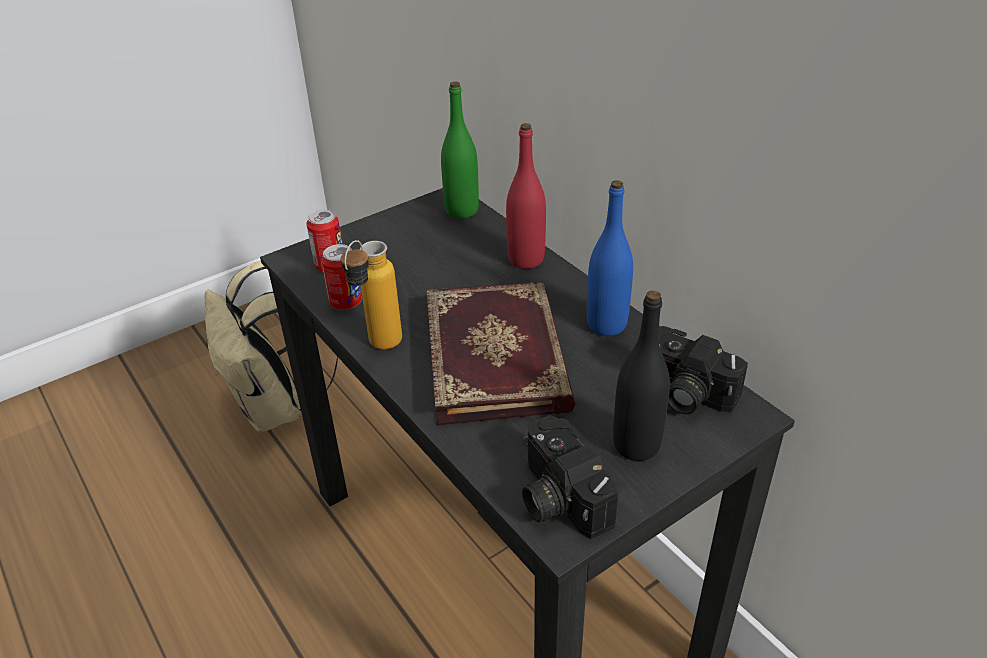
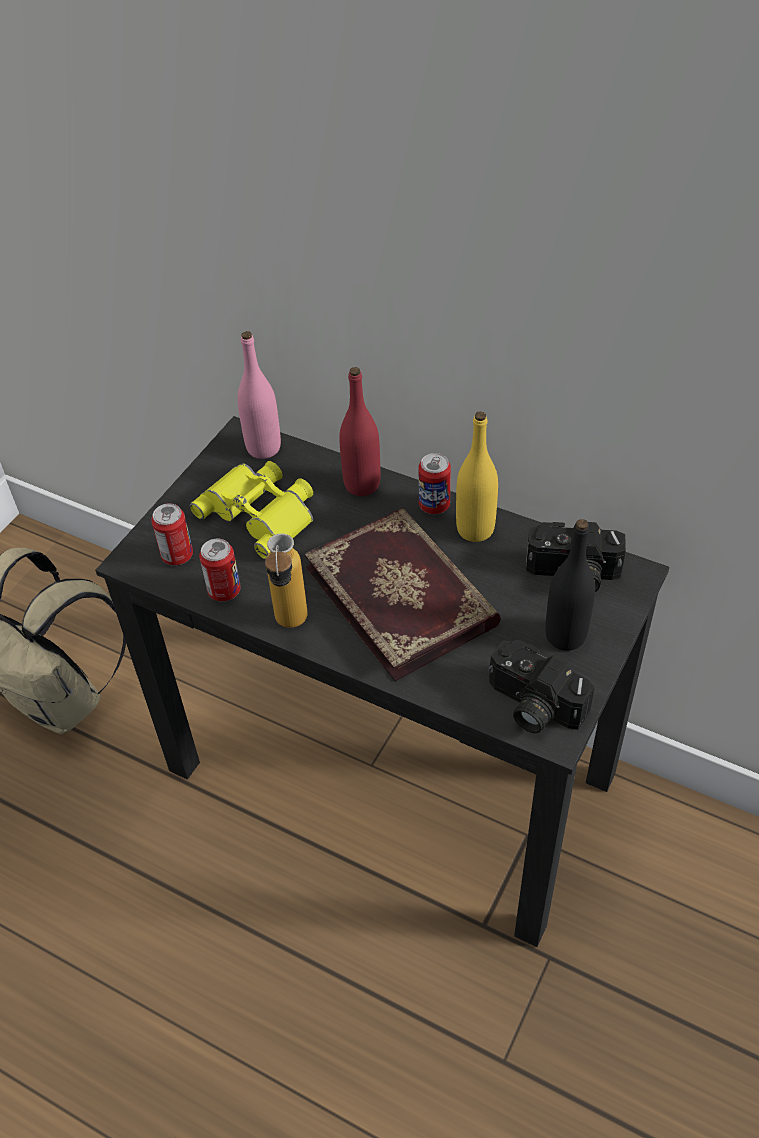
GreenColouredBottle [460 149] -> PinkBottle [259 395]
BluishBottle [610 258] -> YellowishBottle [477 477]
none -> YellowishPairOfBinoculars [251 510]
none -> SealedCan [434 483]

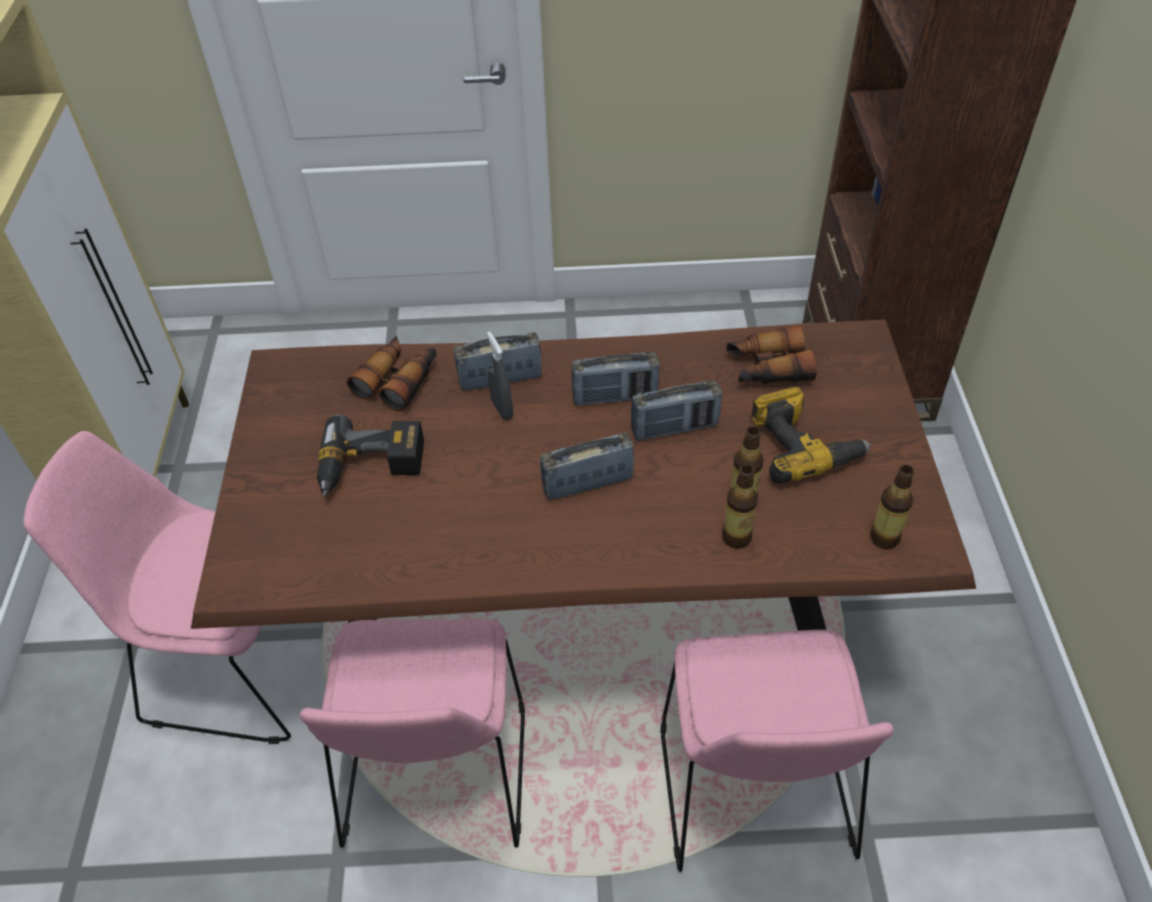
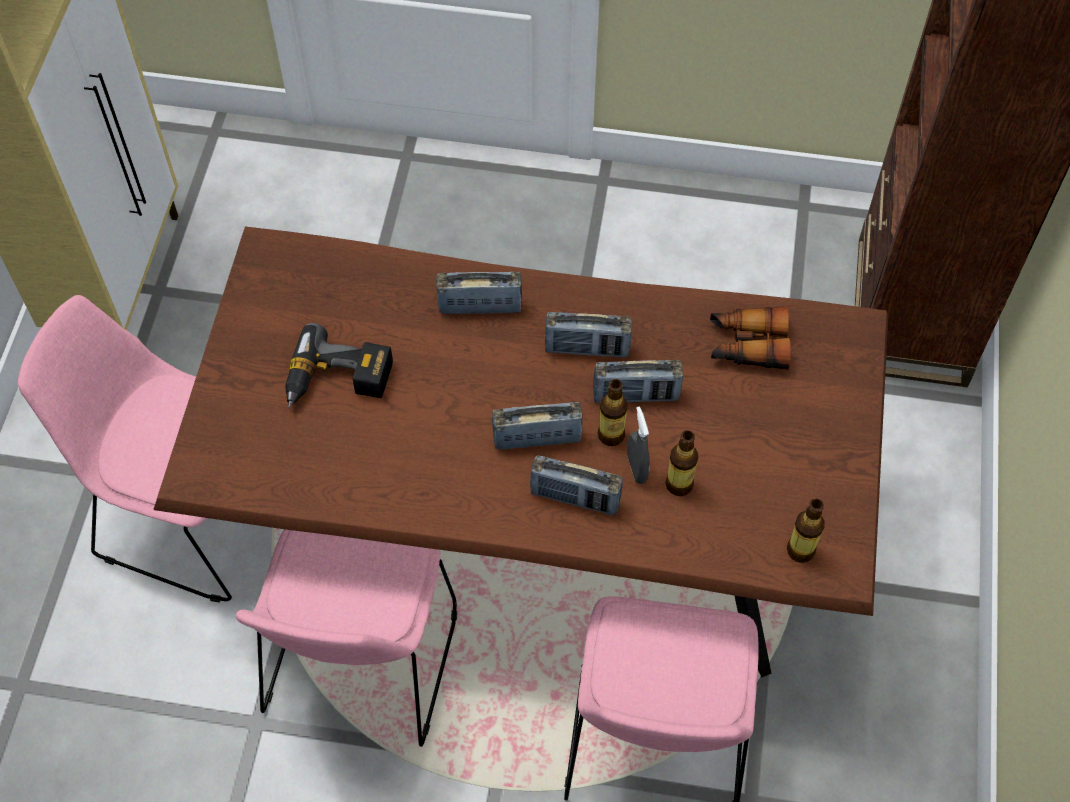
PairOfBinoculars [392 373] -> none
GraySprayer [500 375] -> GraySprayer [638 445], relocated
Bottle [740 507] -> Bottle [612 412], relocated
PowerDrill [811 435] -> none
none -> RadioSet [576 485]

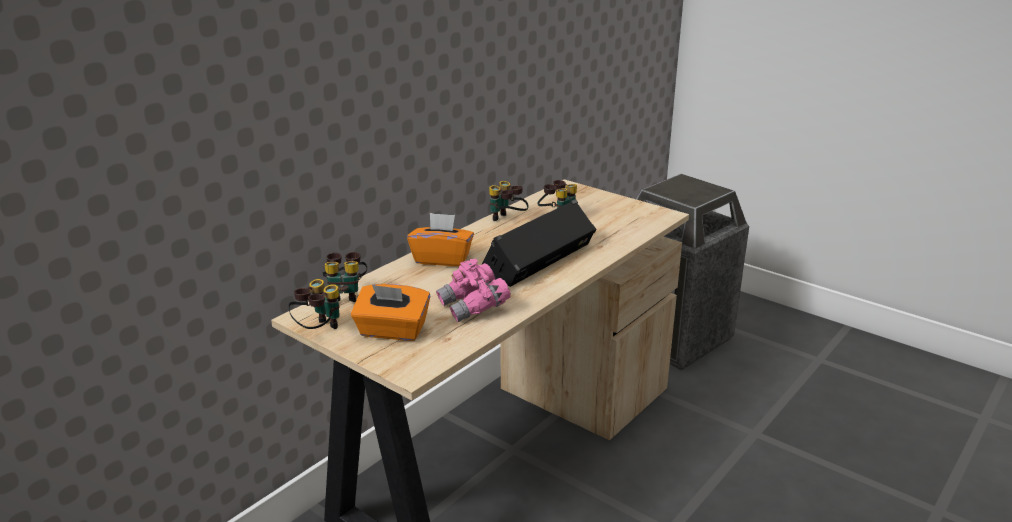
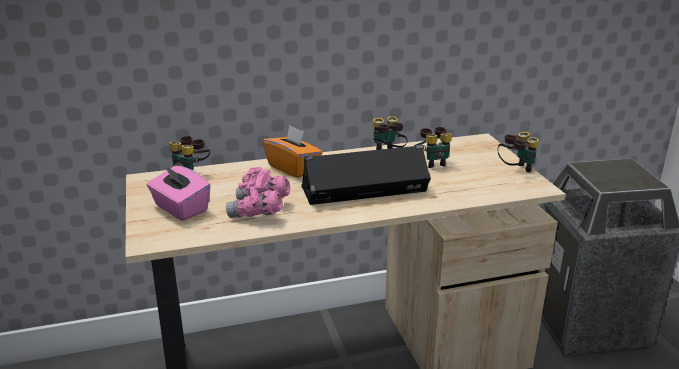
PairOfBinoculars [314 304] -> PairOfBinoculars [518 152], relocated
OrangeyTissueHolder [390 312] -> PinkTissueHolder [179 193]

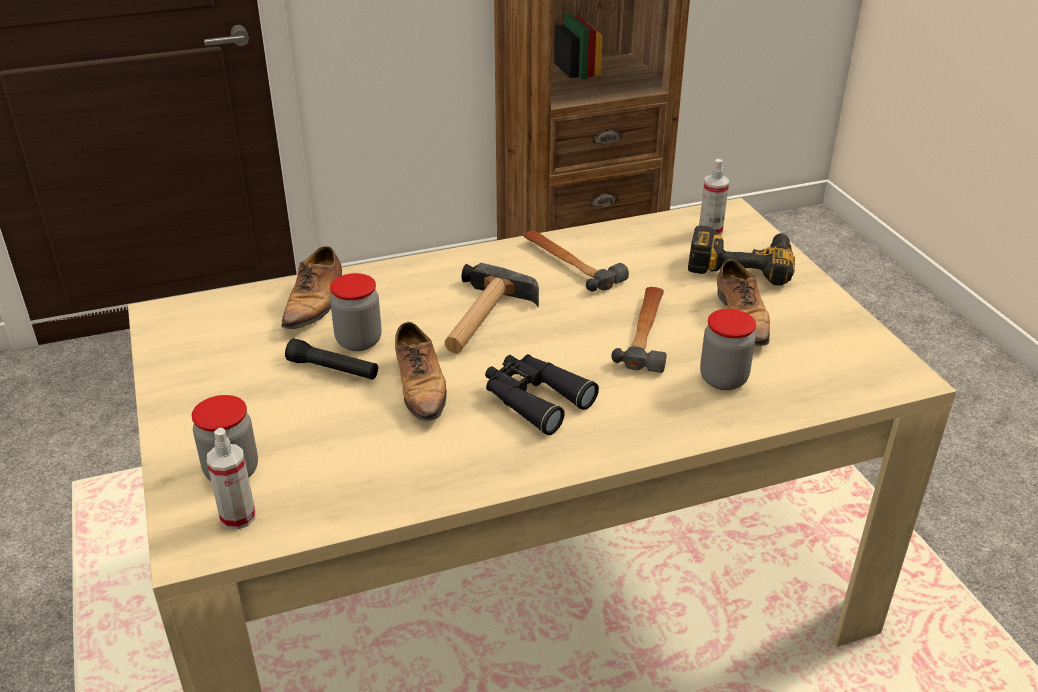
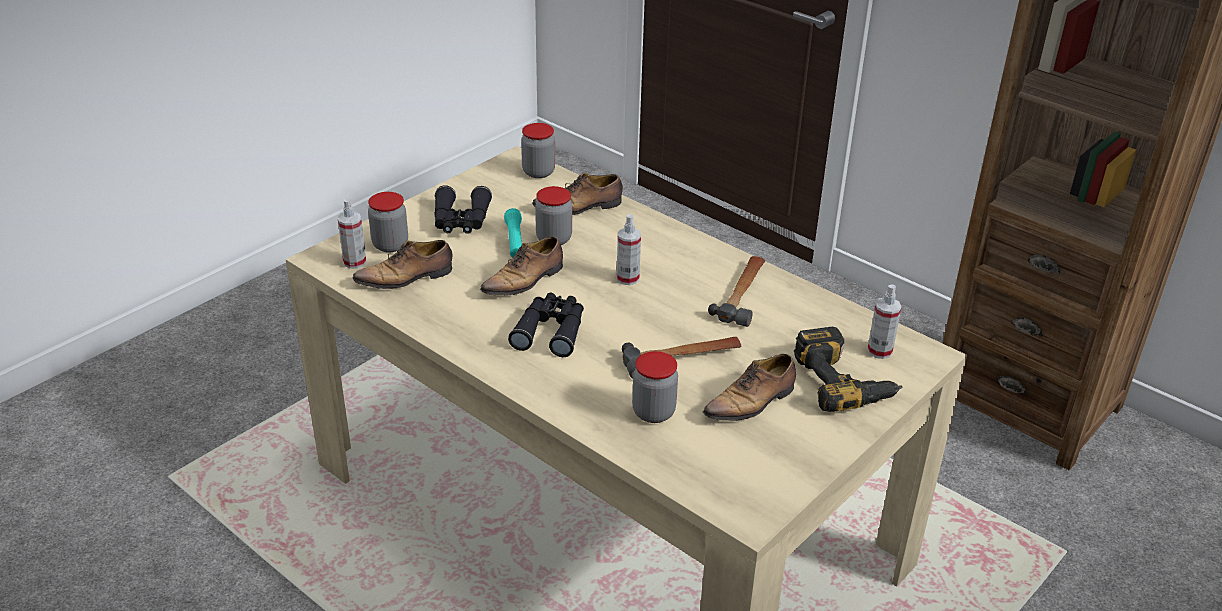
BlackColouredFlashlight [331 359] -> TurquoiseFlashlight [513 233]
Hammer [492 308] -> Sprayer [629 249]
none -> LowShoe [402 264]
none -> BlackColouredPairOfBinoculars [463 209]
none -> StorageJar [538 150]

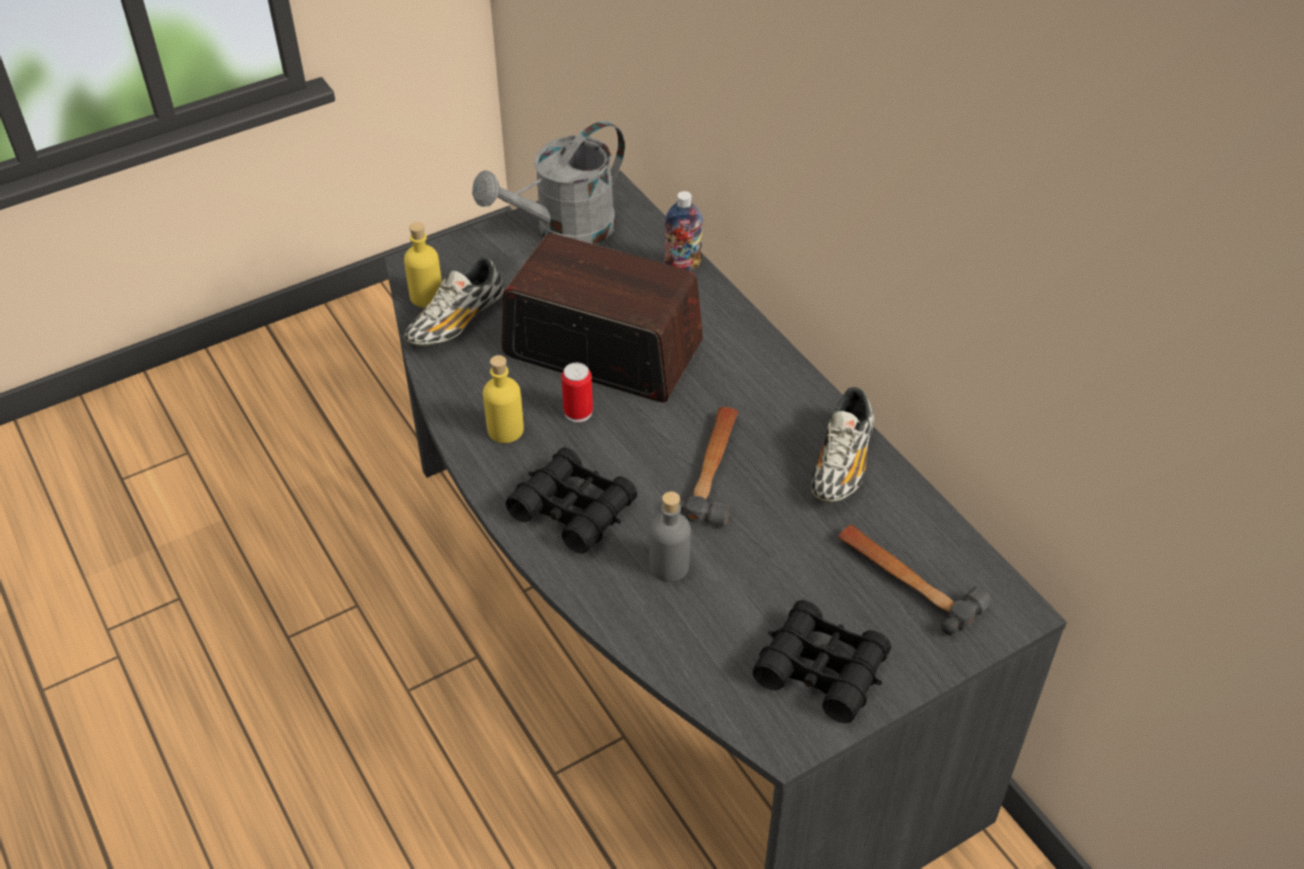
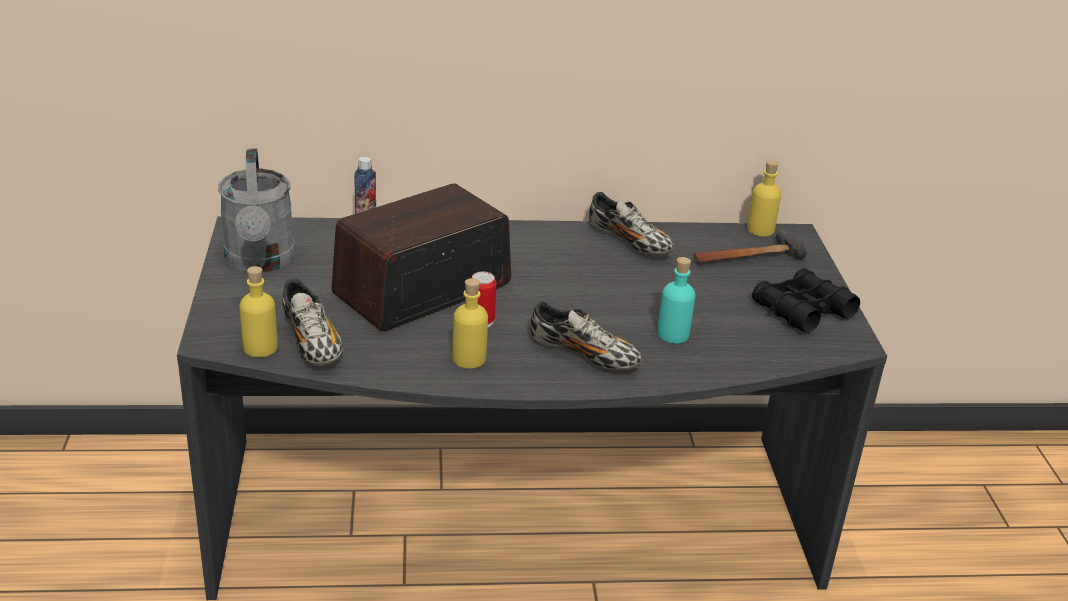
BlackColouredPairOfBinoculars [572 500] -> LowShoe [586 335]
GrayBottle [670 537] -> TurquoiseBottle [676 300]
Hammer [708 467] -> none
none -> YellowishBottle [764 198]

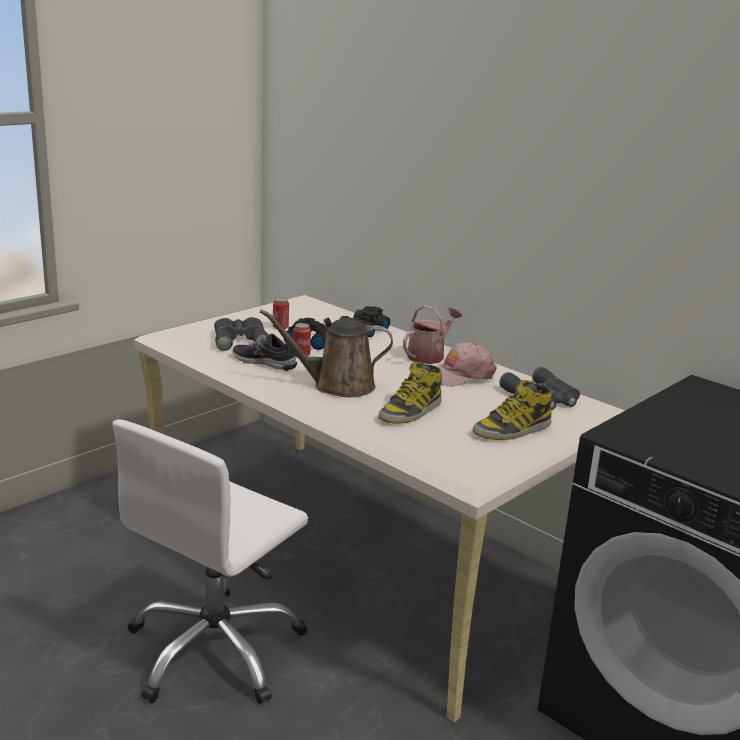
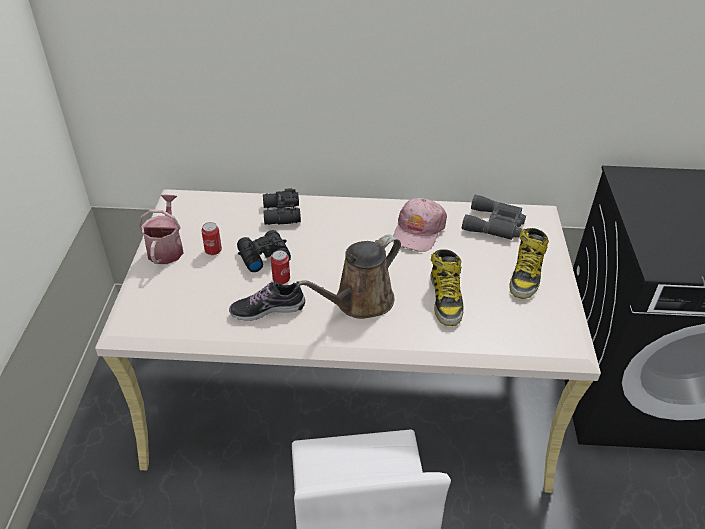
GrayPairOfBinoculars [241 334] -> none
WateringPot [432 334] -> WateringPot [161 229], relocated

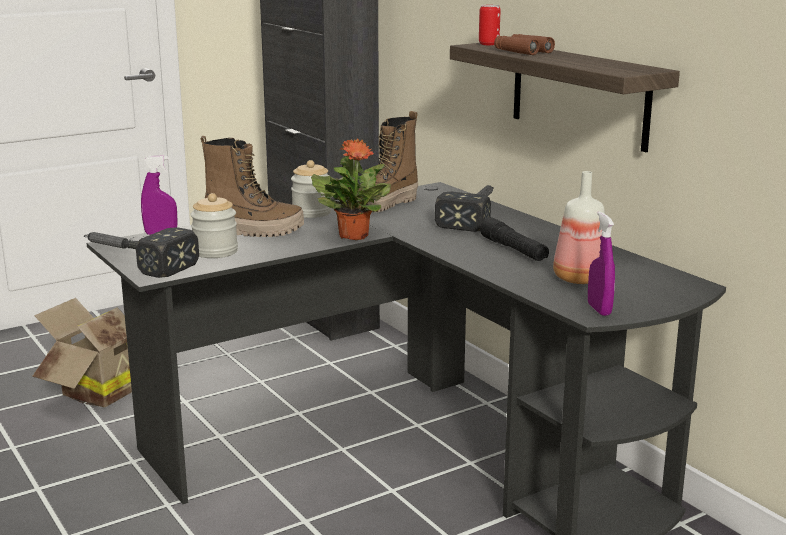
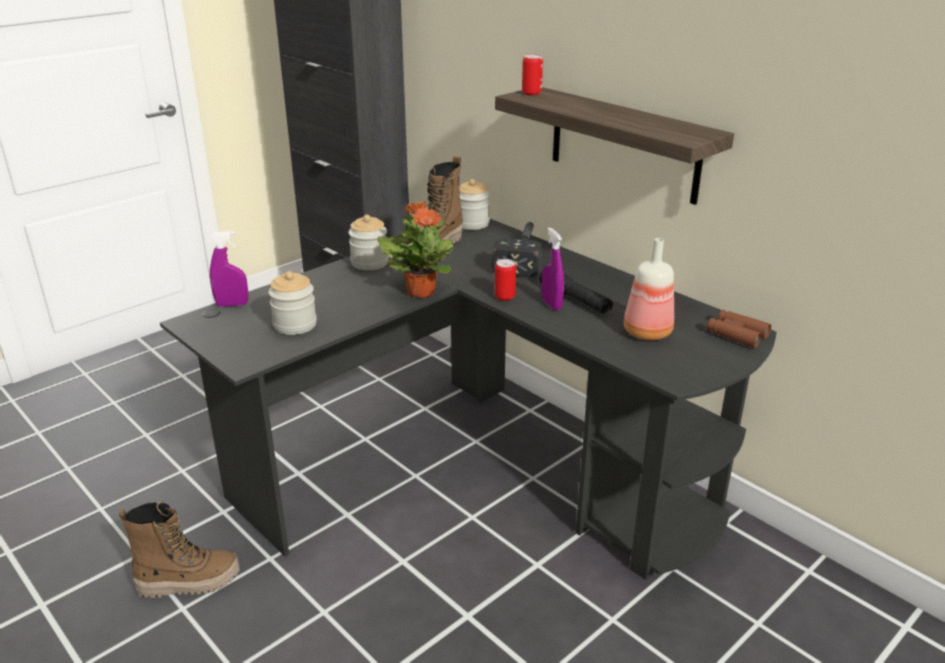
CardboardBox [82 352] -> none
Hammer [141 252] -> none
Boot [252 186] -> Boot [179 549], relocated
BrownPairOfBinoculars [524 44] -> BrownPairOfBinoculars [739 329], relocated
PurpleColouredSprayer [601 264] -> PurpleColouredSprayer [552 268], relocated
none -> StorageJar [474 204]
none -> SealedCan [505 280]

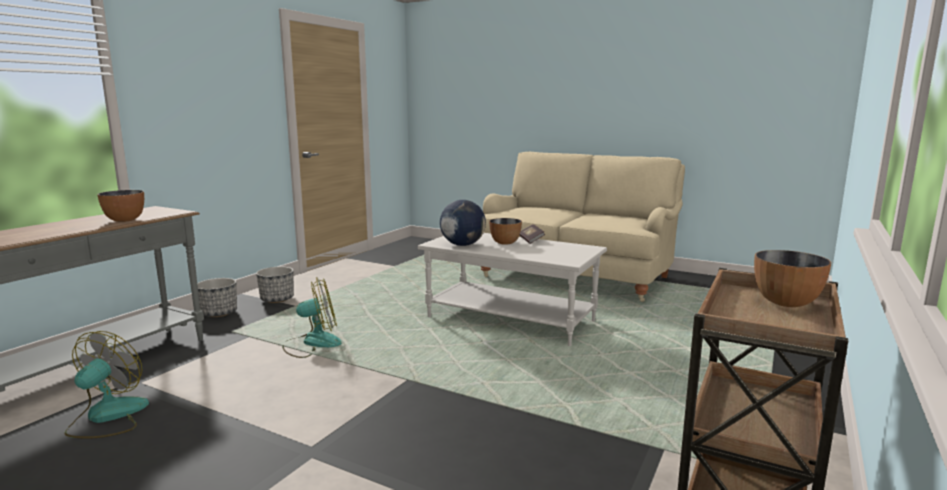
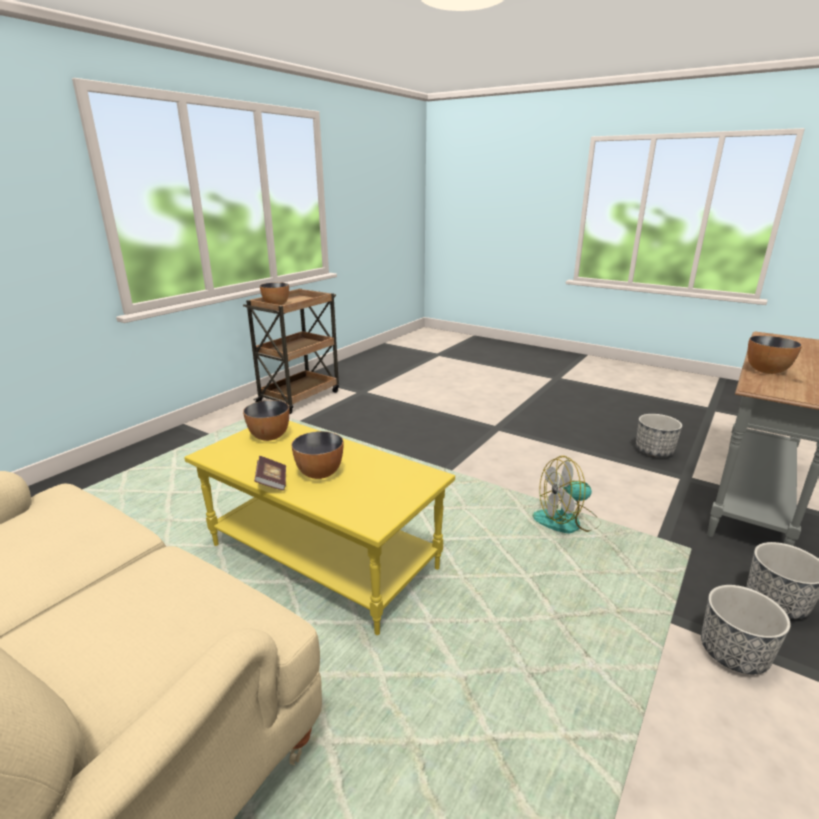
ElectricFan [106 384] -> Planter [659 435]
WhiteLowTable [512 289] -> YellowishLowTable [319 528]
DeskGlobe [463 223] -> none
none -> Bowl [266 420]

